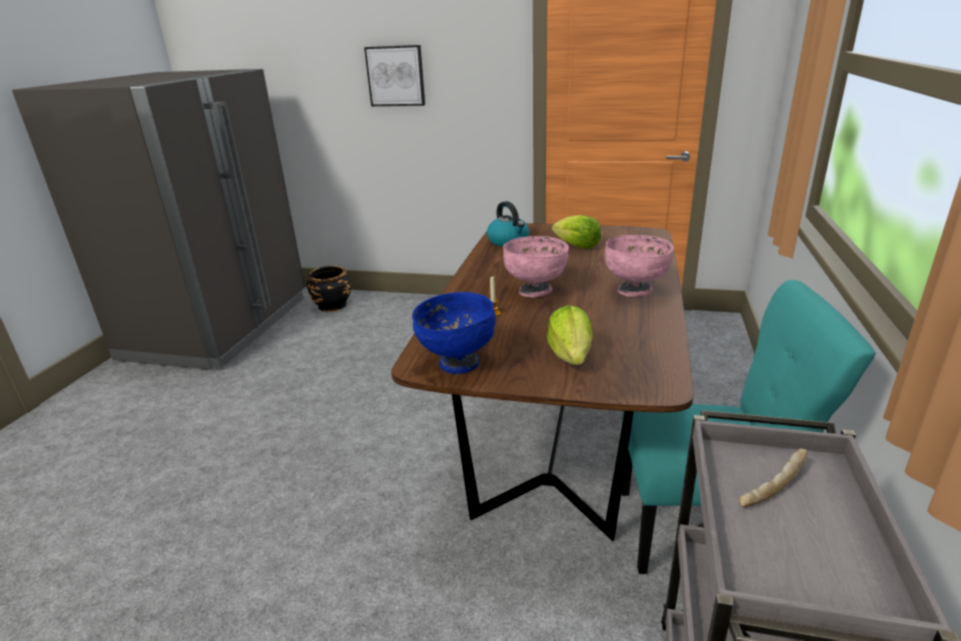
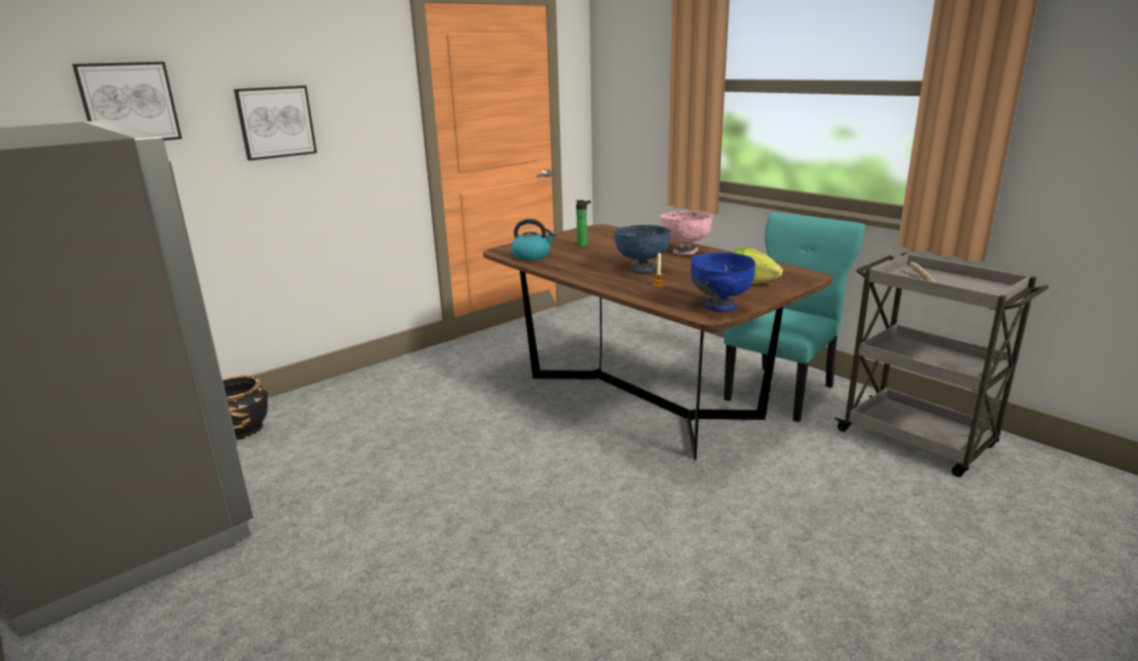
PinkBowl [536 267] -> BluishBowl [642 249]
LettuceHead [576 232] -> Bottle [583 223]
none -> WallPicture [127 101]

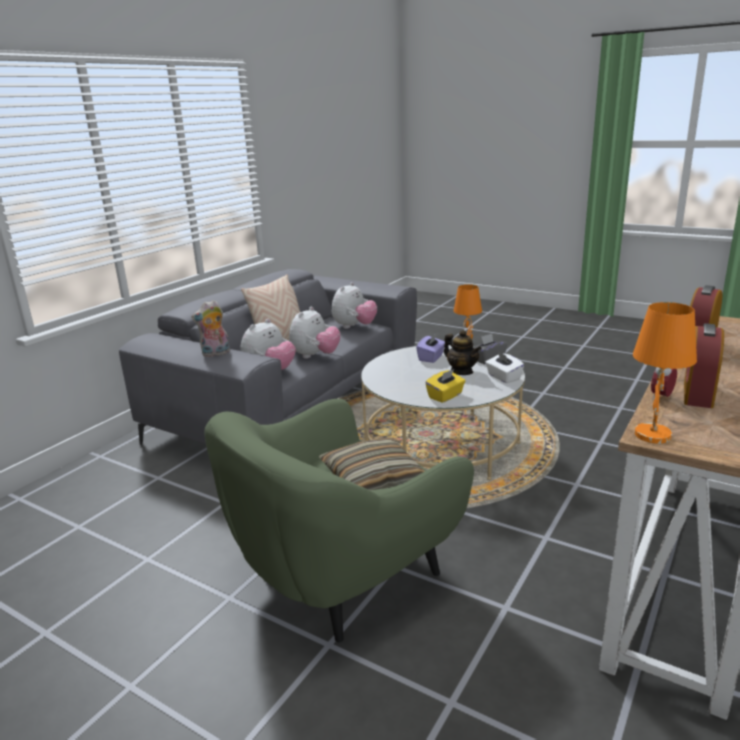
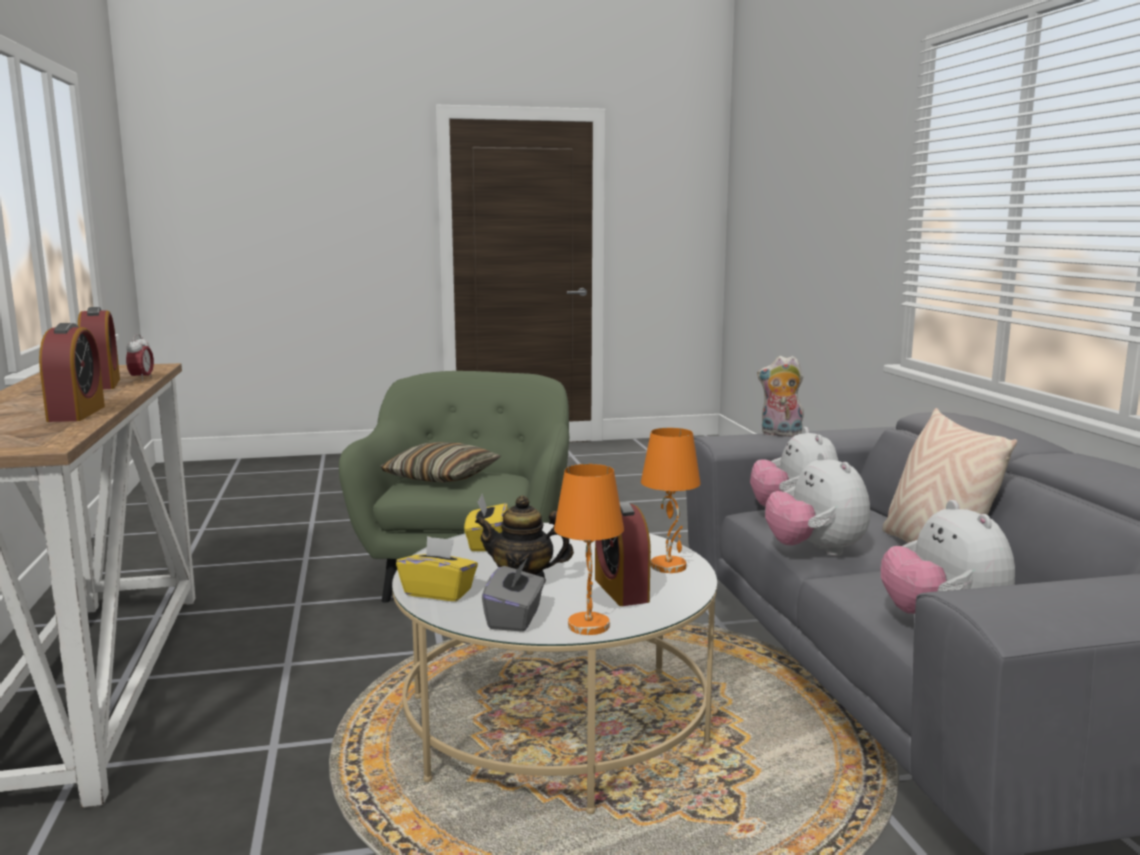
SoftToy [210 328] -> SoftToy [780 396], 90 degrees counterclockwise
PurpleColouredTissueHolder [430 348] -> AlarmClock [623 553]
WhiteTissueHolder [504 367] -> YellowishTissueHolder [437 568]
OrangeyTabletopLamp [665 372] -> OrangeyTabletopLamp [671 500], relocated

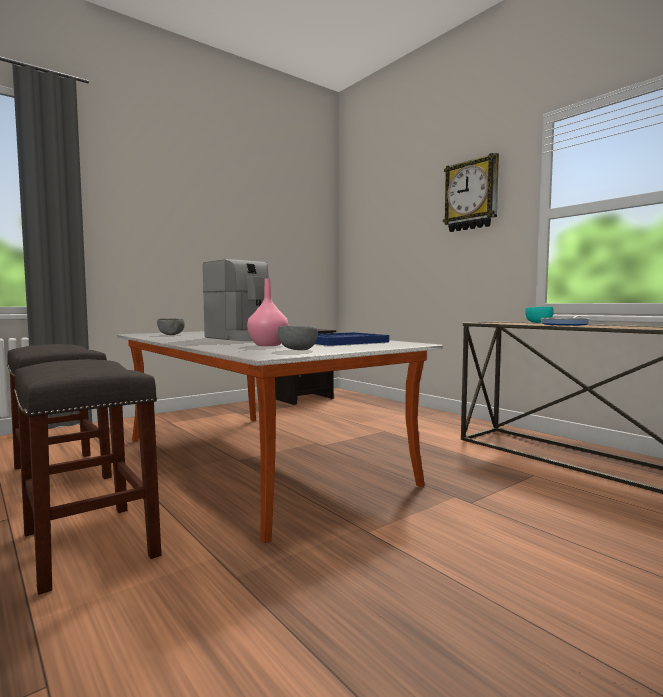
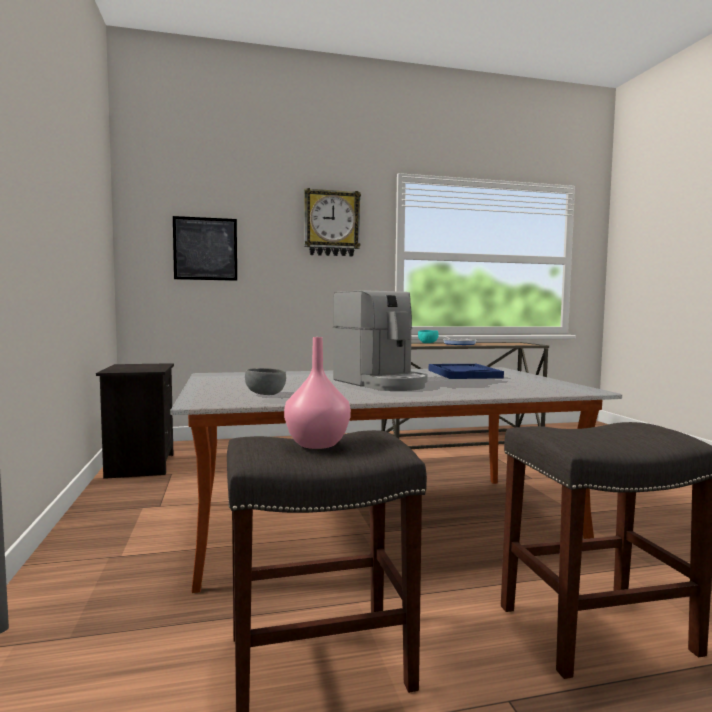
CoffeeMachine [236 300] -> CoffeeMachine [380 340], 75 degrees clockwise
PinkVase [267 312] -> PinkVase [317 393], relocated
GrayBowl [298 338] -> none
none -> WallPicture [205 248]

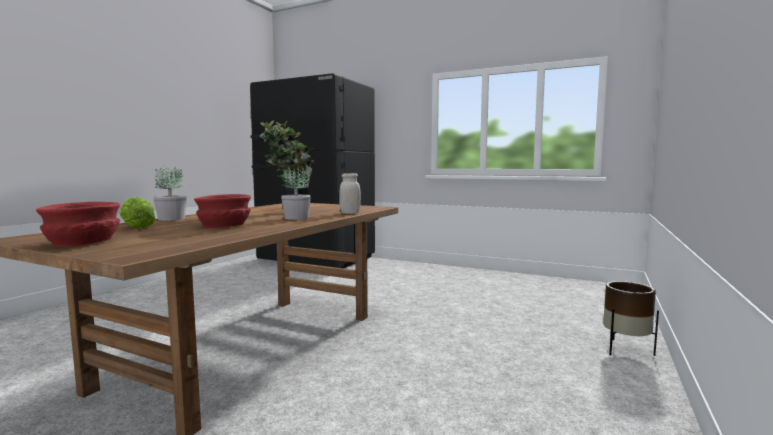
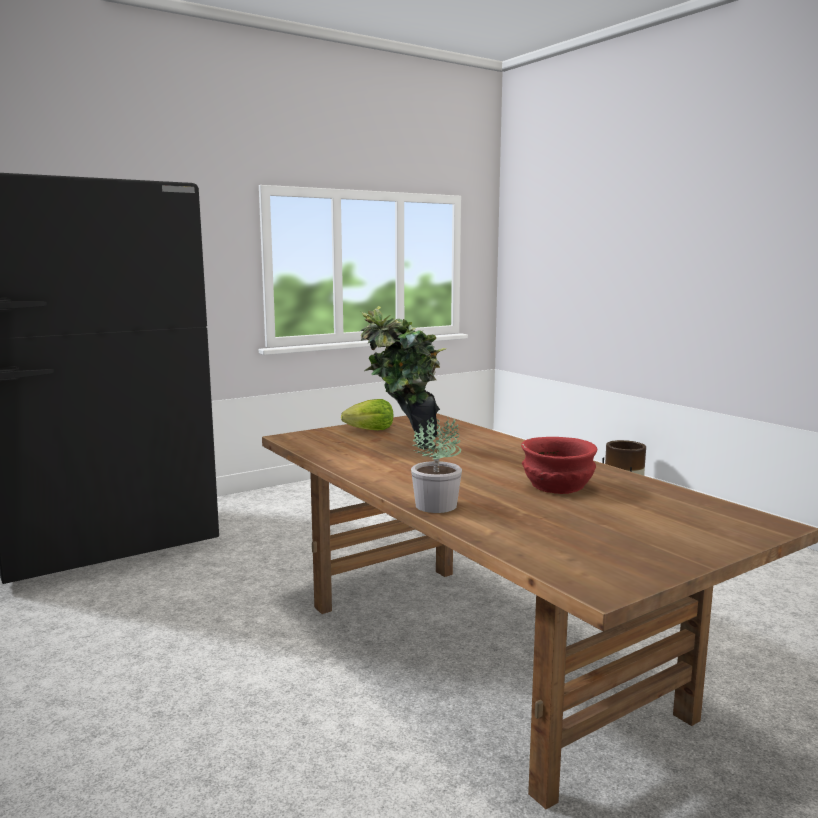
ReddishBowl [78 224] -> none
LettuceHead [137 213] -> LettuceHead [367 414], relocated
PottedPlant [296 193] -> none
WhiteStorageJar [350 193] -> none

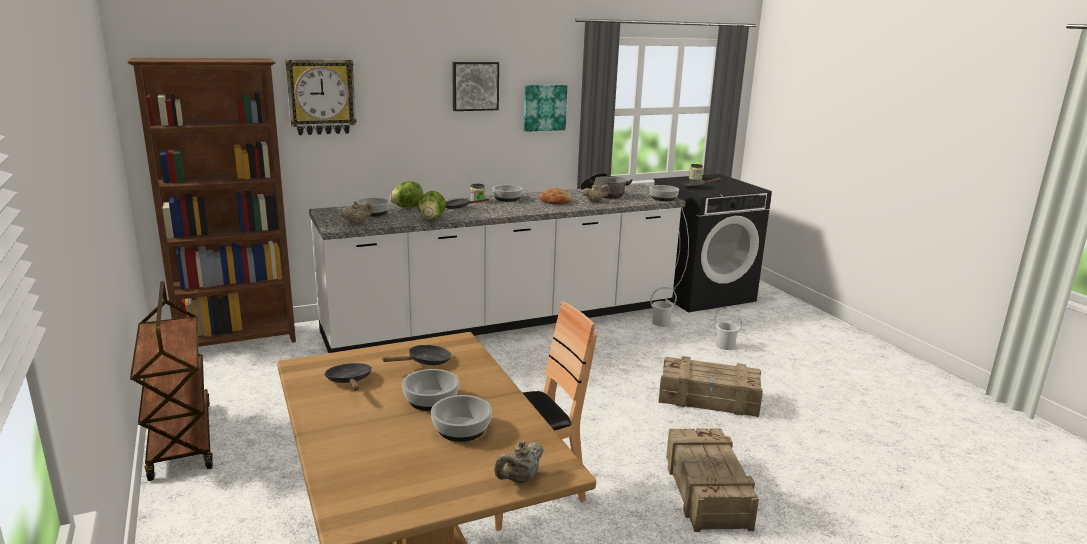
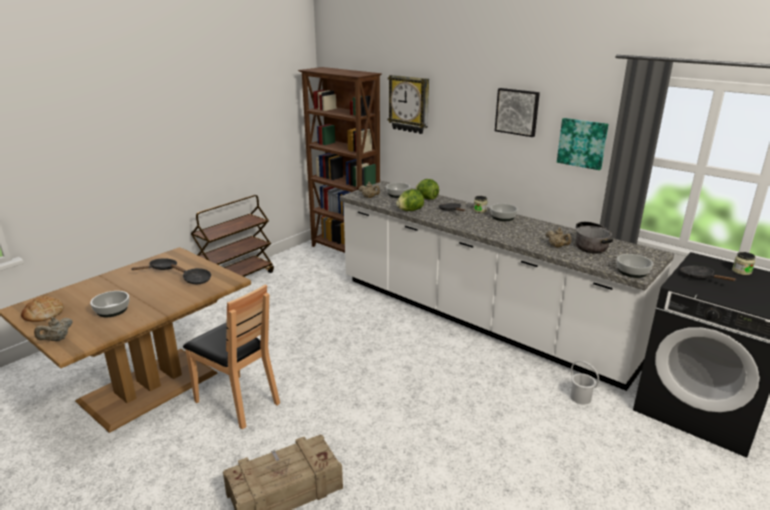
Bowl [430 390] -> none
BeigePotForTea [519 462] -> BeigePotForTea [53 329], 75 degrees counterclockwise
Bread [555 196] -> Bread [42 309], relocated
PackingCrate [710 386] -> none
WhitePail [728 328] -> none

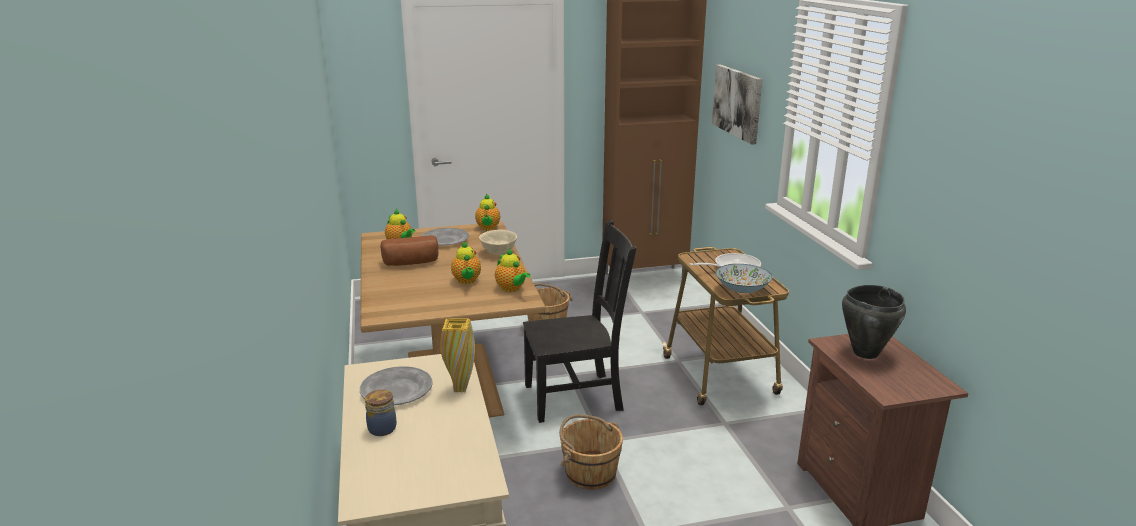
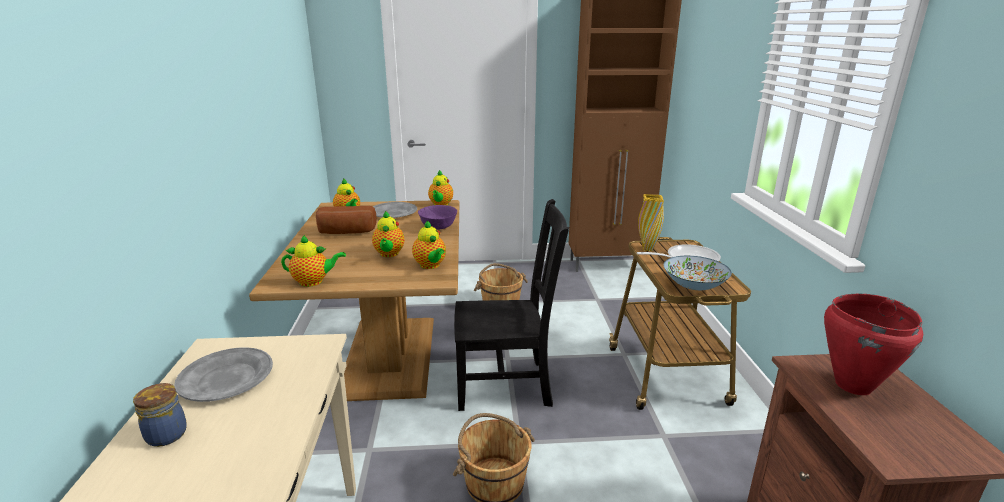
YellowishVase [457 355] -> YellowishVase [651 222], relocated
BeigeBowl [498 242] -> PurpleColouredBowl [437 217]
WallPicture [737 105] -> none
BlackColouredCookingPot [874 322] -> ReddishCookingPot [873 344]
none -> PotForTea [313 261]

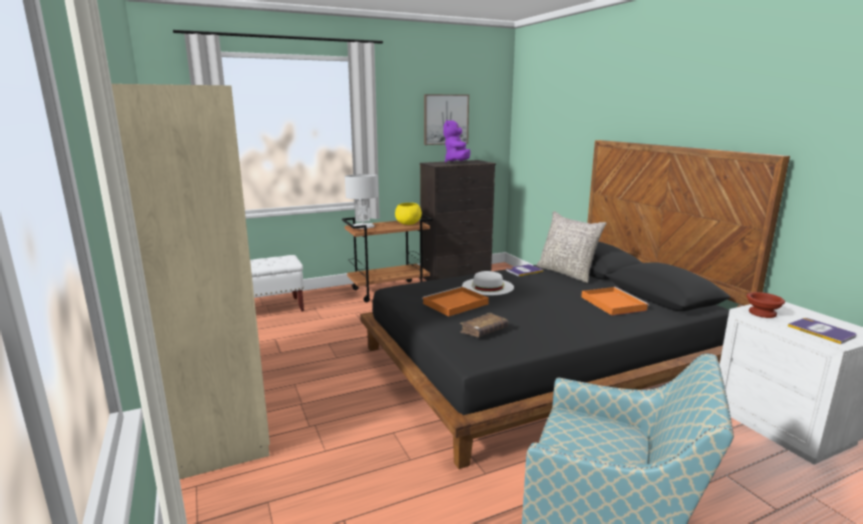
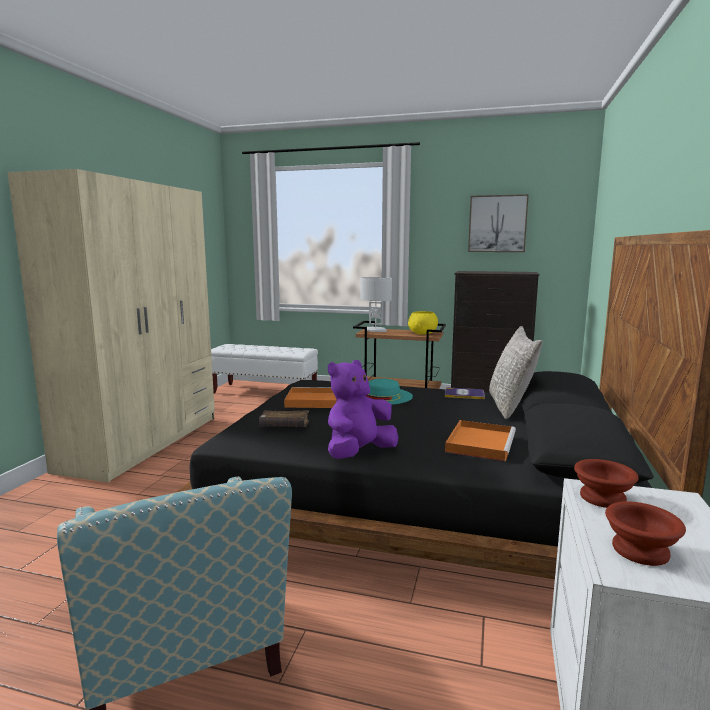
PurpleColouredSoftToy [456 141] -> PurpleColouredSoftToy [363 409], relocated
WhiteWearableHat [488 283] -> TurquoiseWearableHat [390 391]
BoundBook [822 331] -> BrownBowl [645 533]

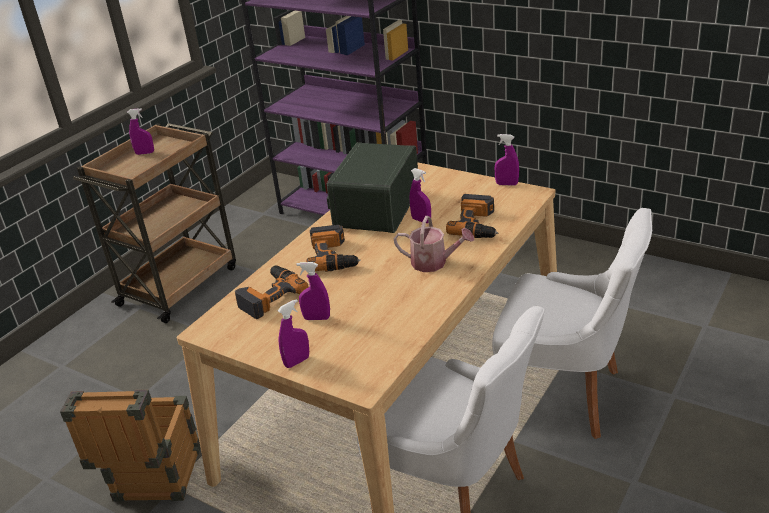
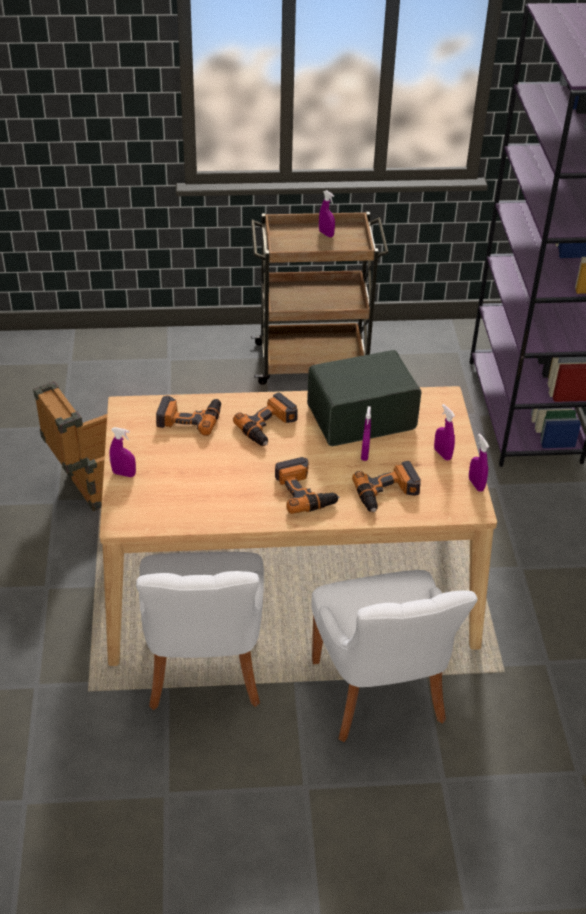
PurpleColouredSprayer [313 291] -> PurpleColouredSprayer [444 432], relocated
WateringPot [434 244] -> PowerDrill [307 485]

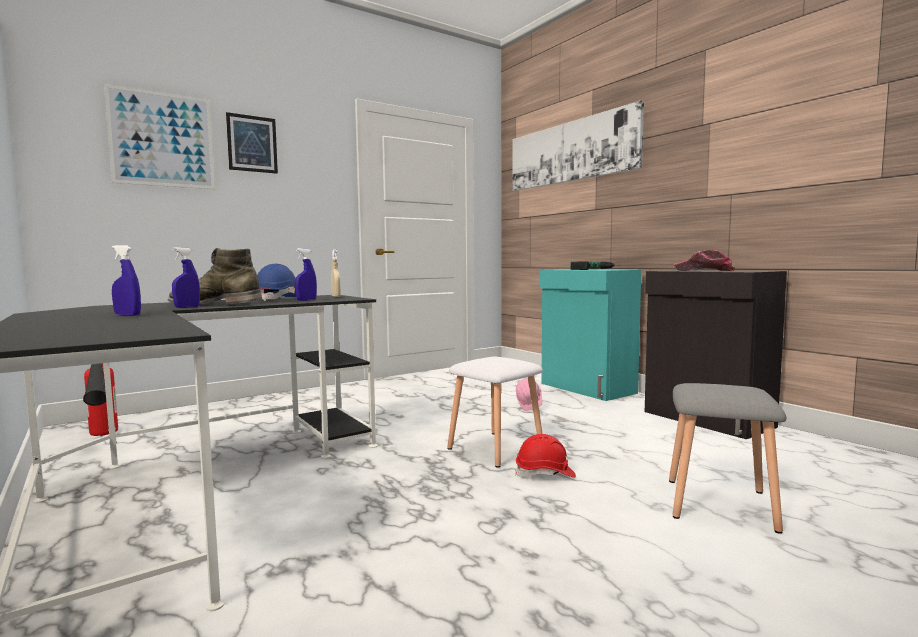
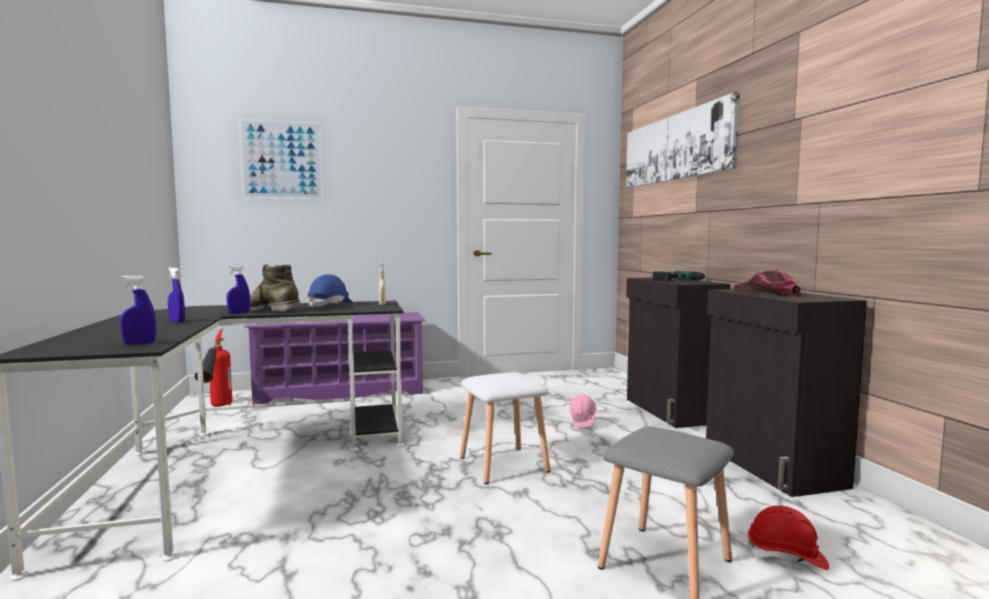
WallPicture [252 143] -> none
BluishSprayer [306 274] -> BluishSprayer [138 310], relocated
ReddishSafetyHelmet [545 456] -> ReddishSafetyHelmet [787 537], relocated
TurquoiseCupboard [590 335] -> BlackColouredCupboard [678 352]
none -> PurpleColouredShoeShelf [335 358]

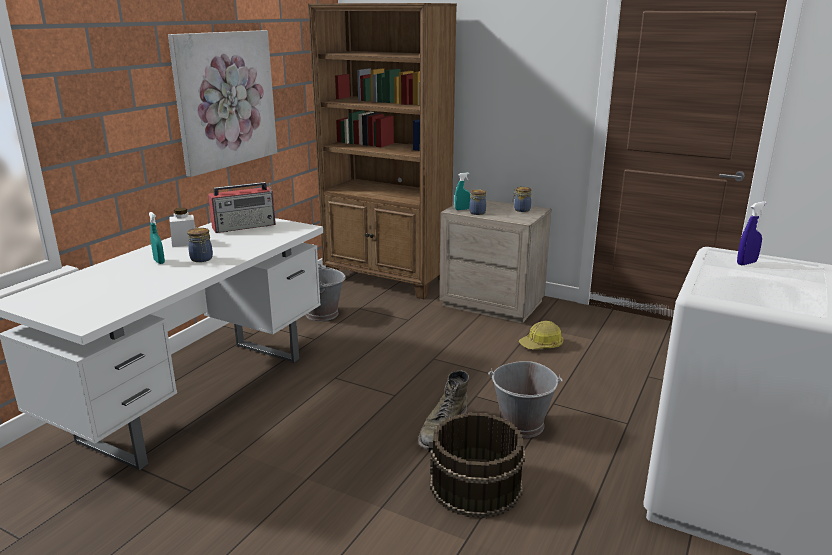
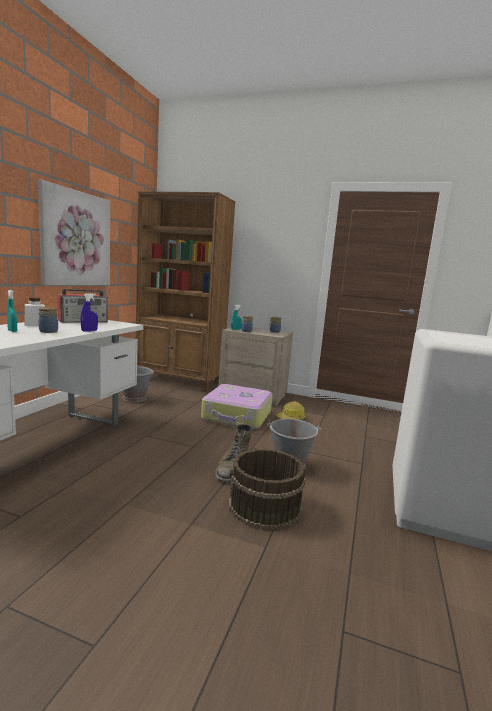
BluishSprayer [752 233] -> BluishSprayer [89 312], relocated
none -> PieceOfLuggage [237 406]

